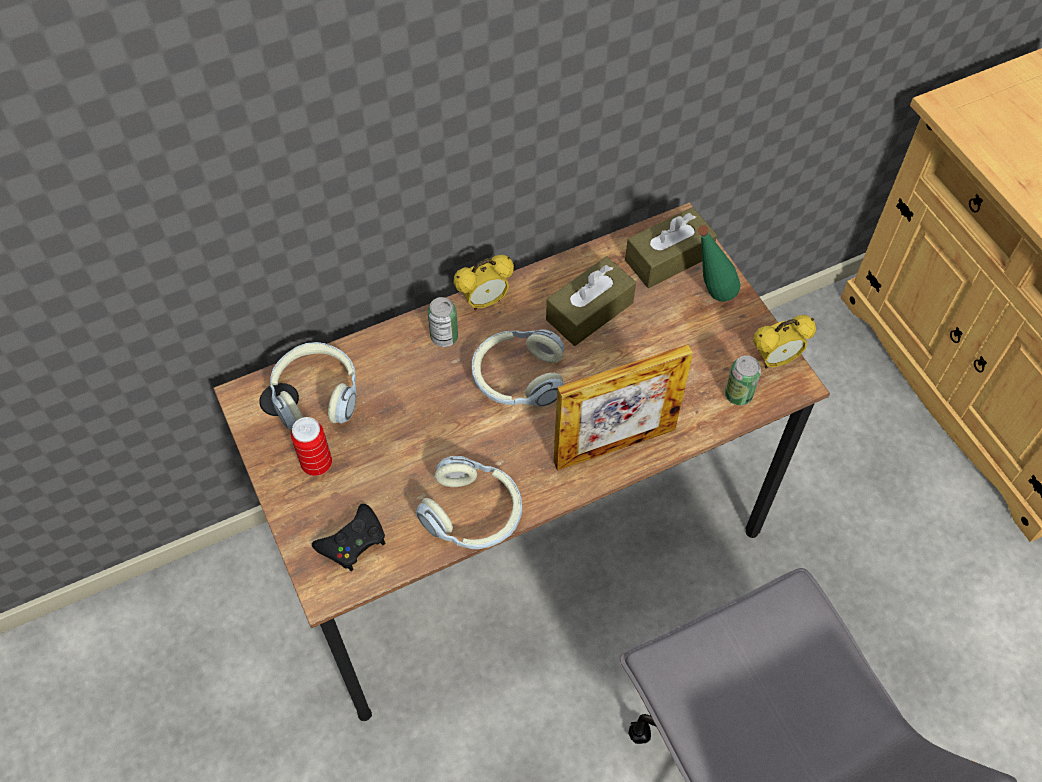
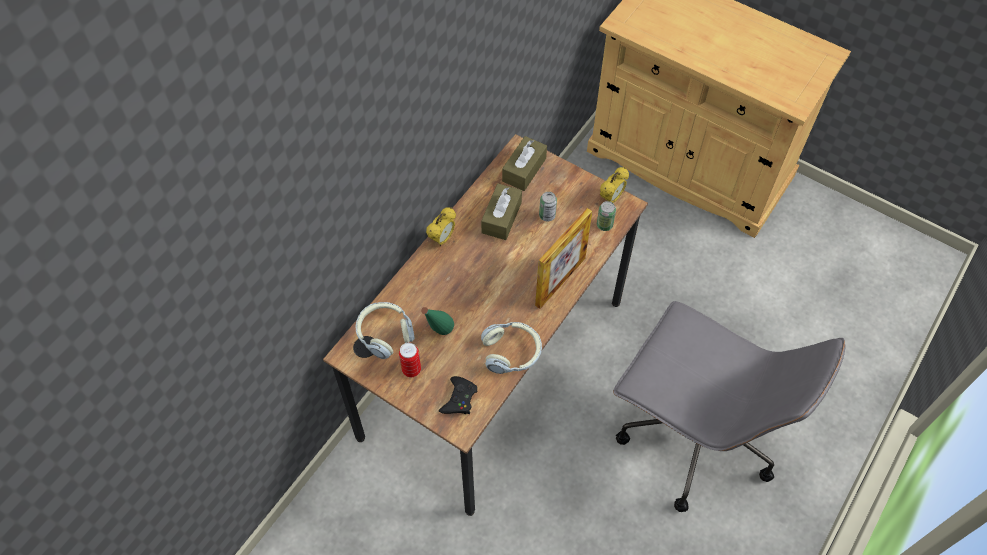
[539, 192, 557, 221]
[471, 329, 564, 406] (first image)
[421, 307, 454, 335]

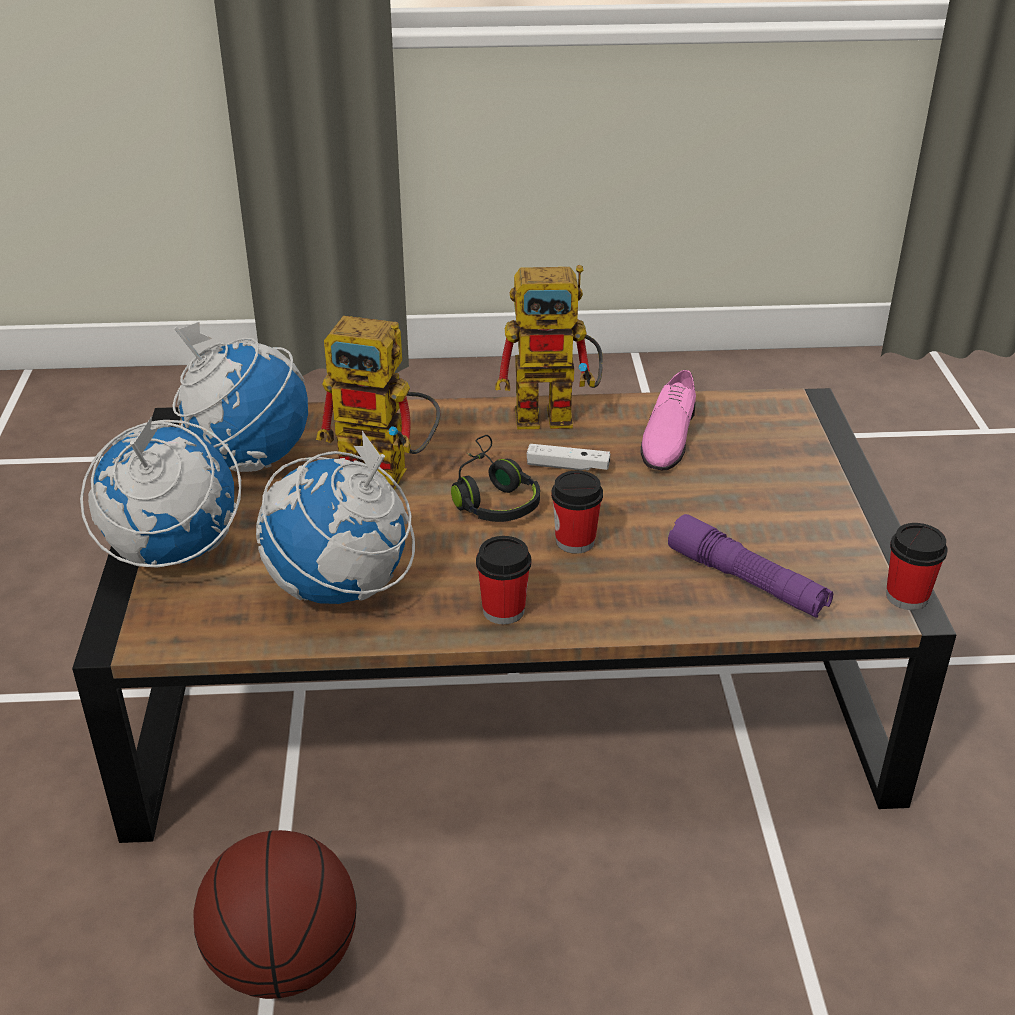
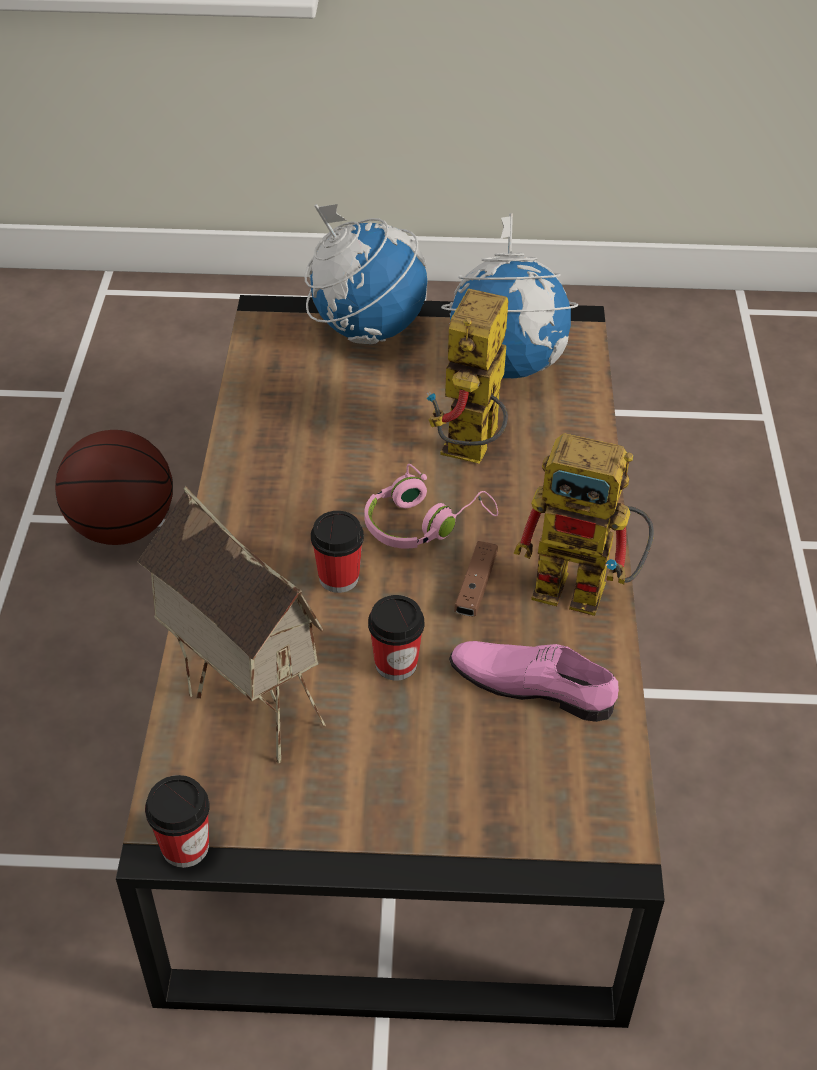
[256, 431, 415, 604] (first image)
[364, 464, 498, 549]
[368, 595, 424, 680]
[513, 433, 654, 616]
[454, 541, 498, 616]
[137, 486, 326, 764]

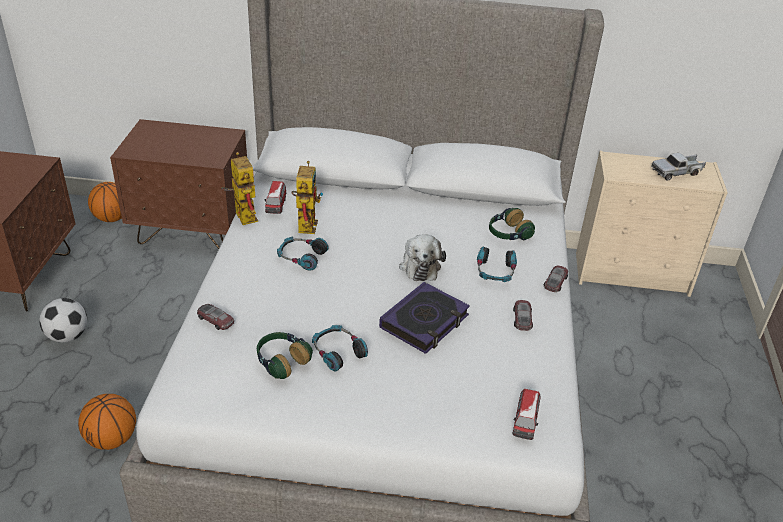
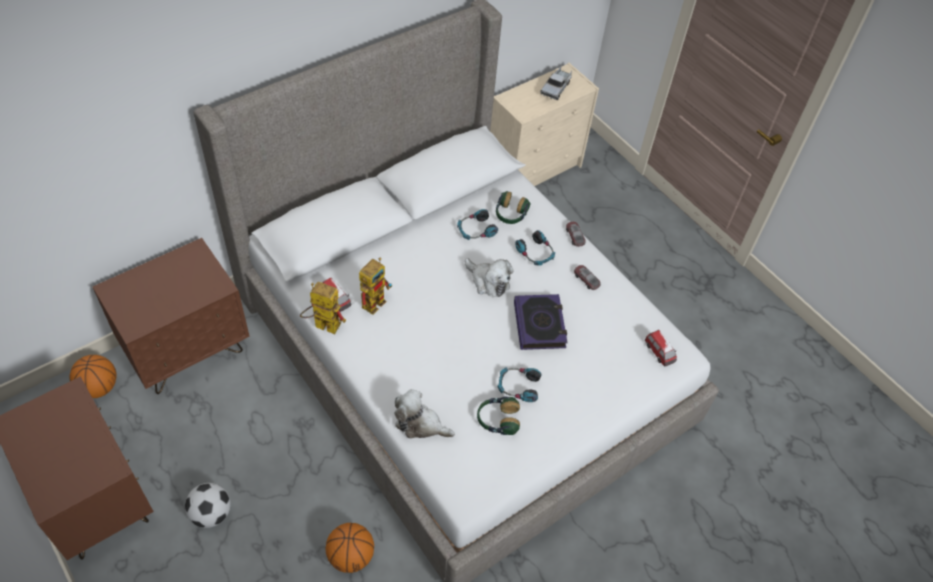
[394, 389, 455, 439]
[457, 209, 498, 240]
[359, 258, 393, 315]

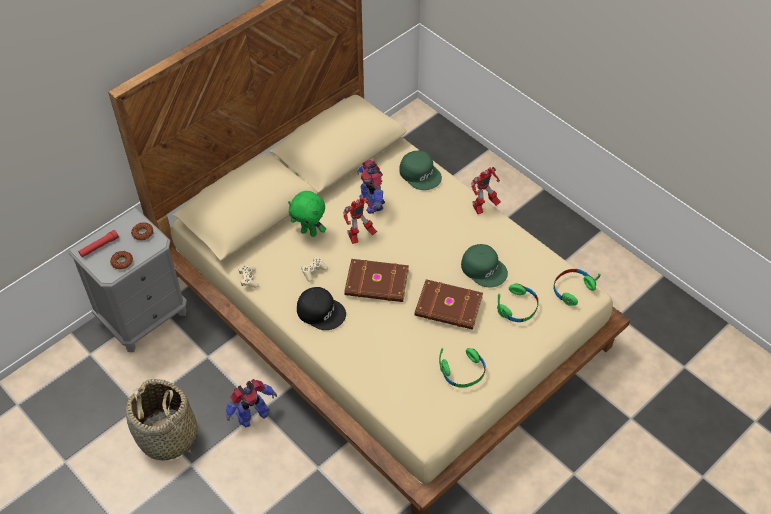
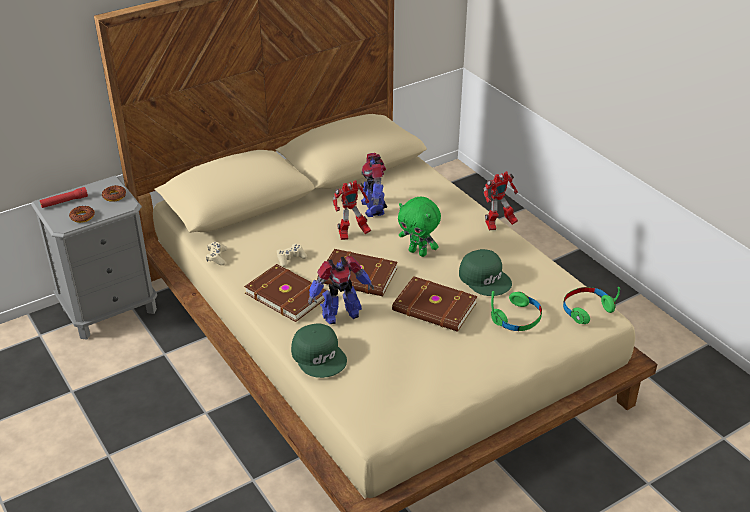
[126, 379, 198, 461] (first image)
[308, 256, 374, 324]
[398, 197, 441, 257]
[244, 264, 326, 322]
[291, 323, 347, 378]
[439, 348, 486, 388] (first image)

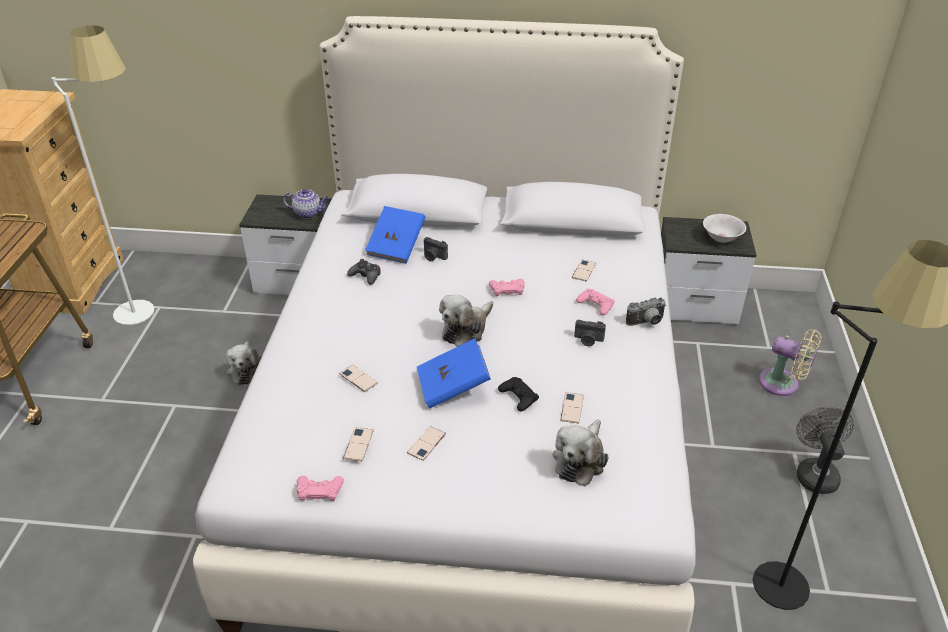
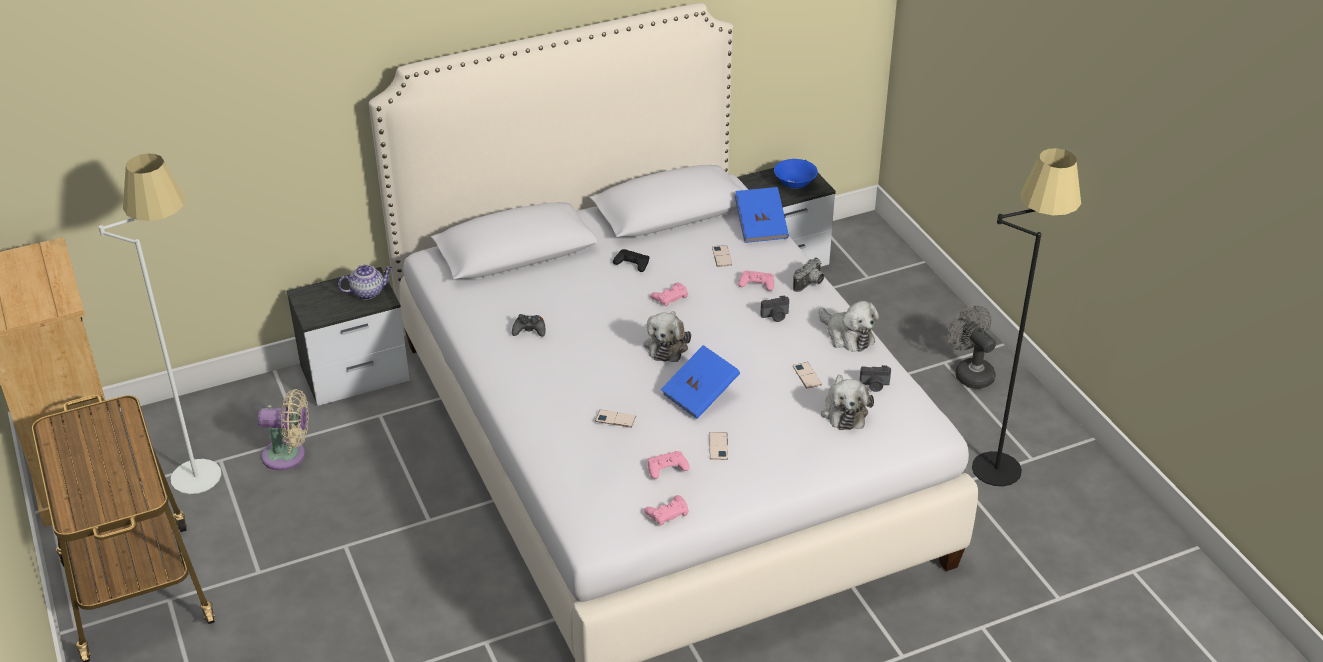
[819, 301, 879, 352]
[648, 451, 690, 479]
[734, 187, 789, 243]
[859, 365, 891, 392]
[613, 249, 650, 272]
[774, 159, 818, 189]
[258, 389, 309, 470]

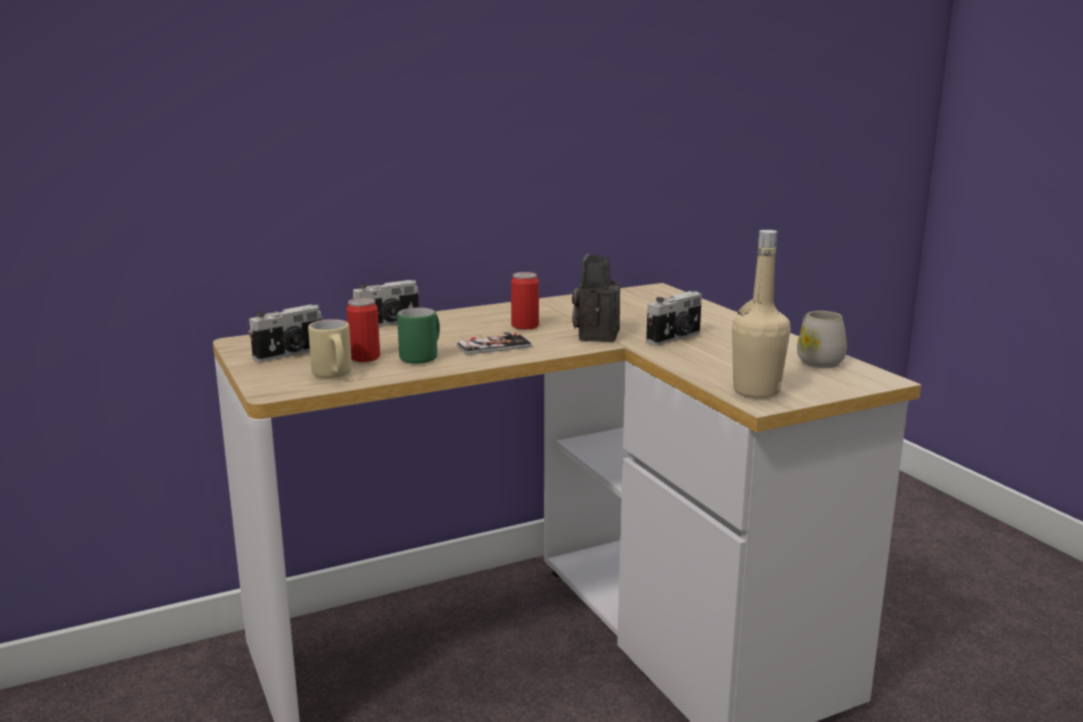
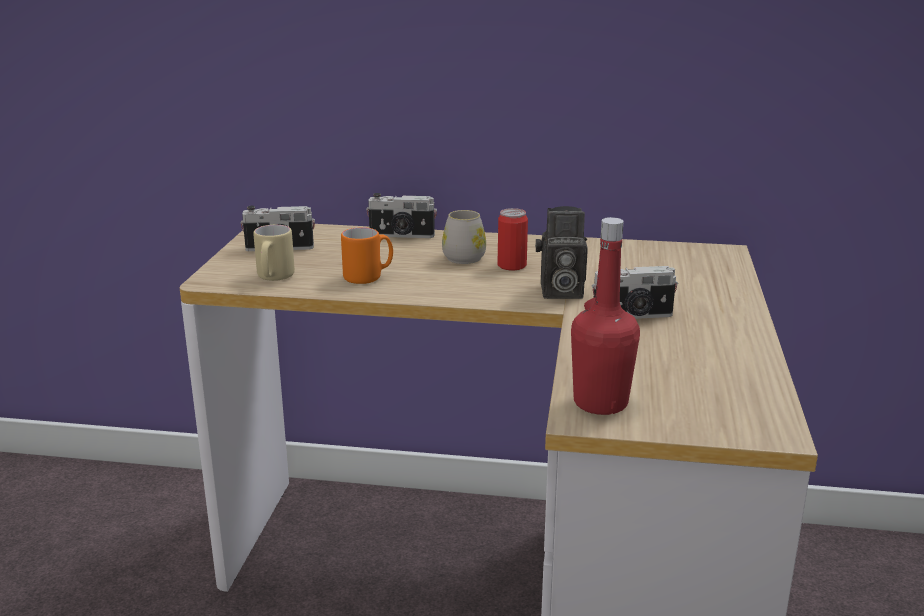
[347, 298, 380, 362] (first image)
[341, 227, 393, 284]
[457, 332, 532, 354] (first image)
[535, 206, 588, 299]
[571, 217, 640, 415]
[442, 210, 486, 264]

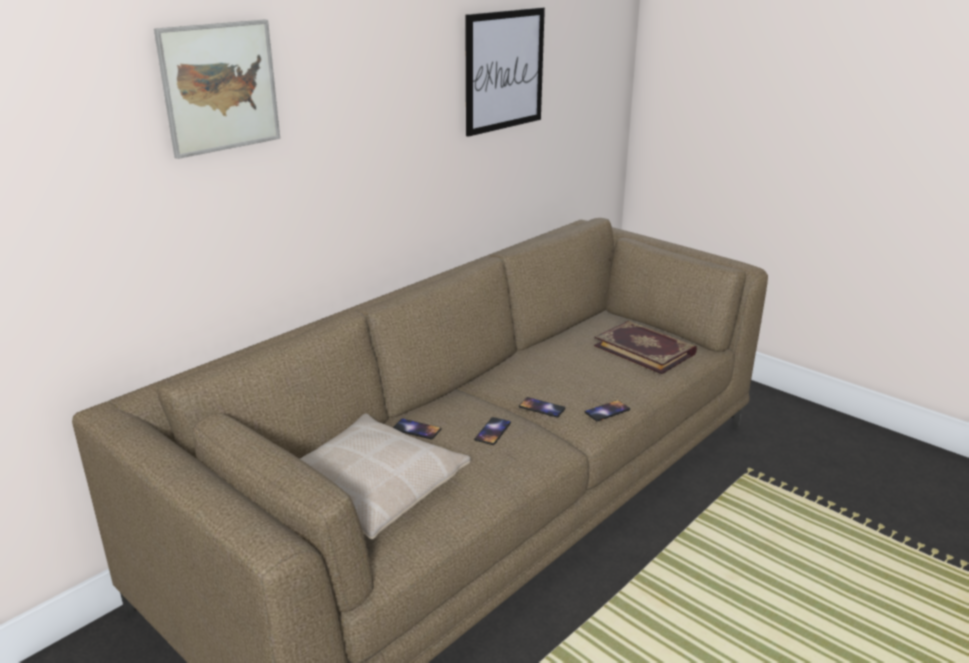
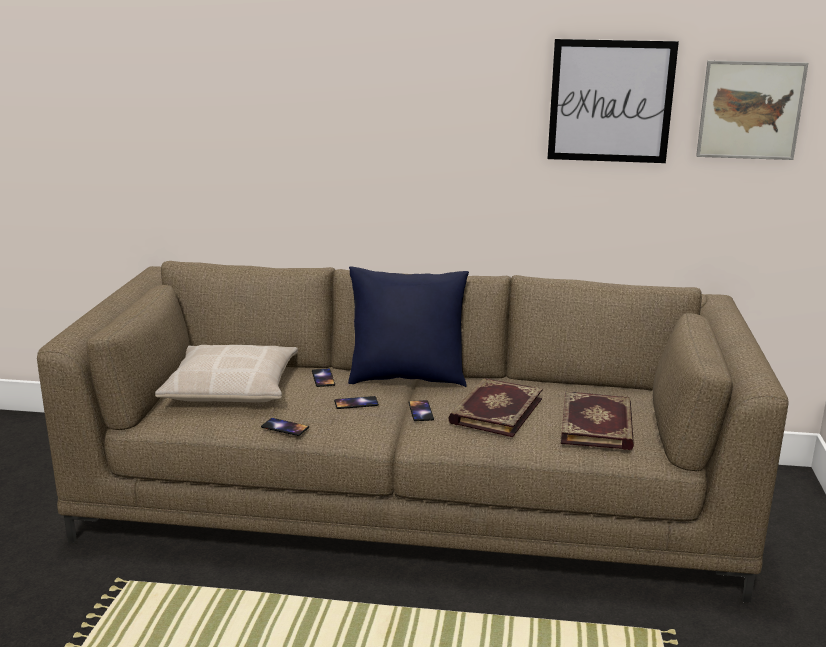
[696, 61, 808, 160]
[261, 418, 309, 436]
[348, 267, 469, 387]
[448, 378, 543, 437]

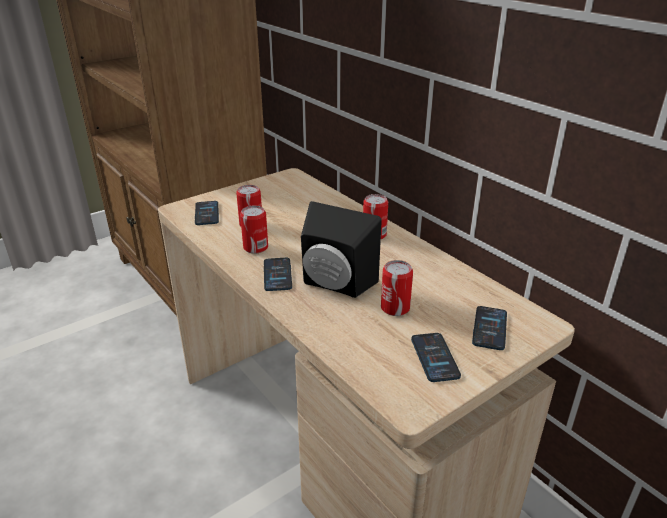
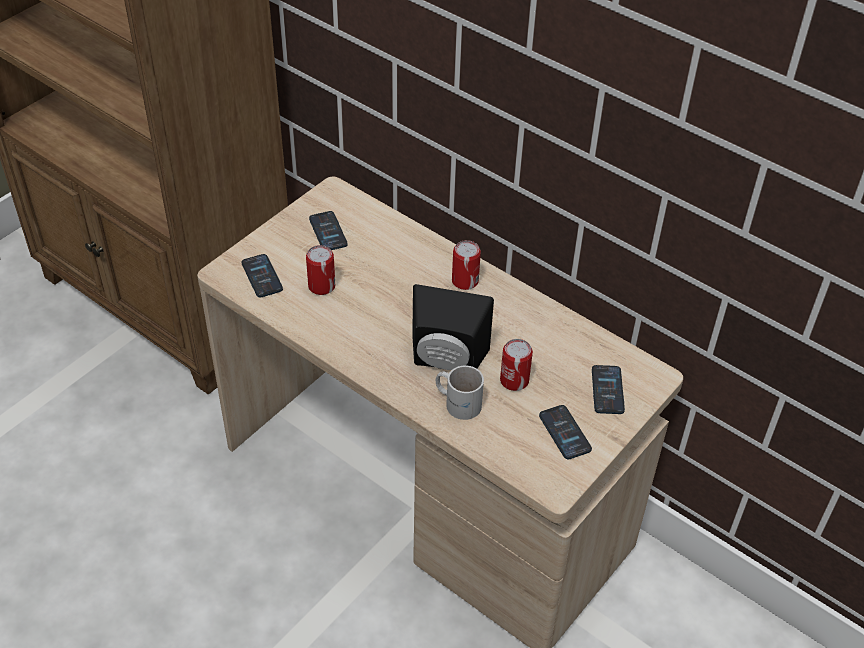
[240, 206, 268, 254] (first image)
[309, 211, 348, 250]
[436, 365, 484, 420]

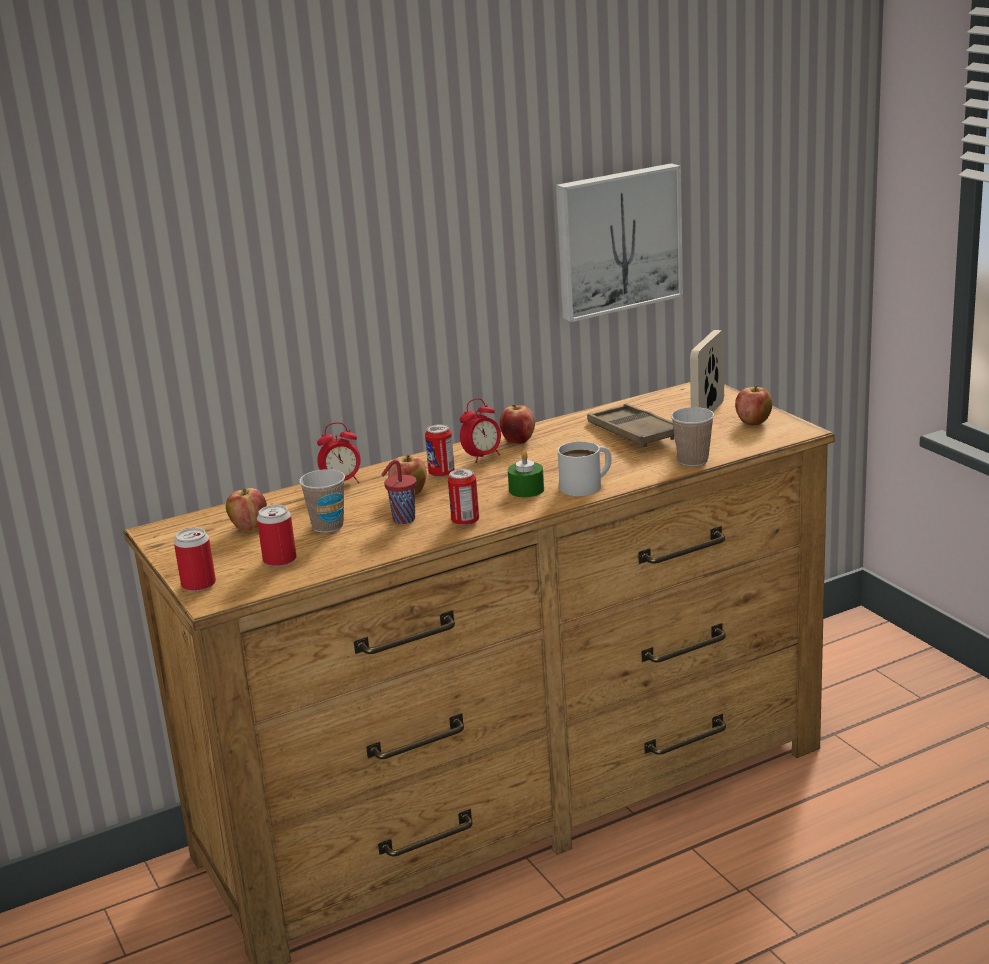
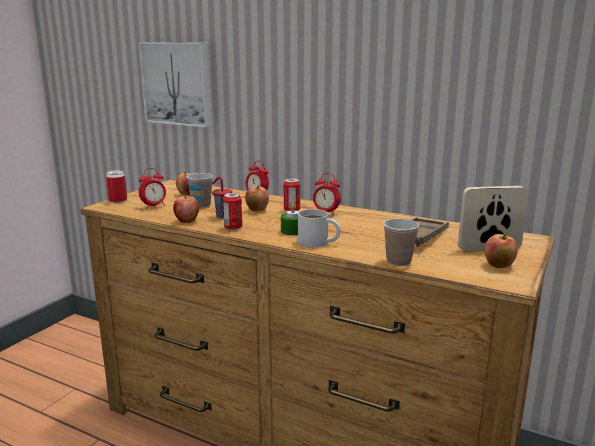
[139, 168, 166, 209]
[173, 194, 199, 223]
[139, 42, 212, 128]

